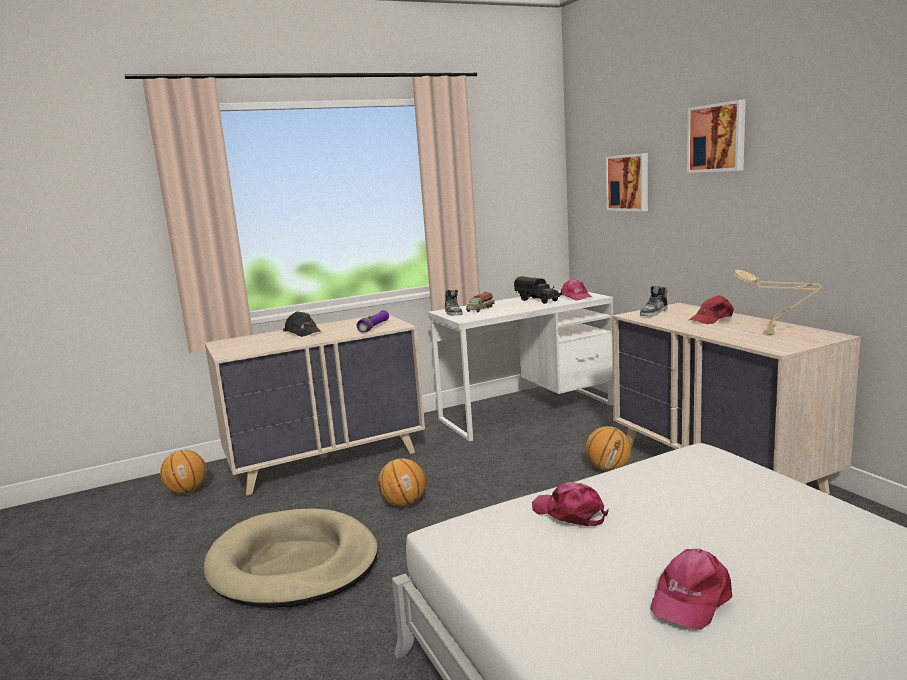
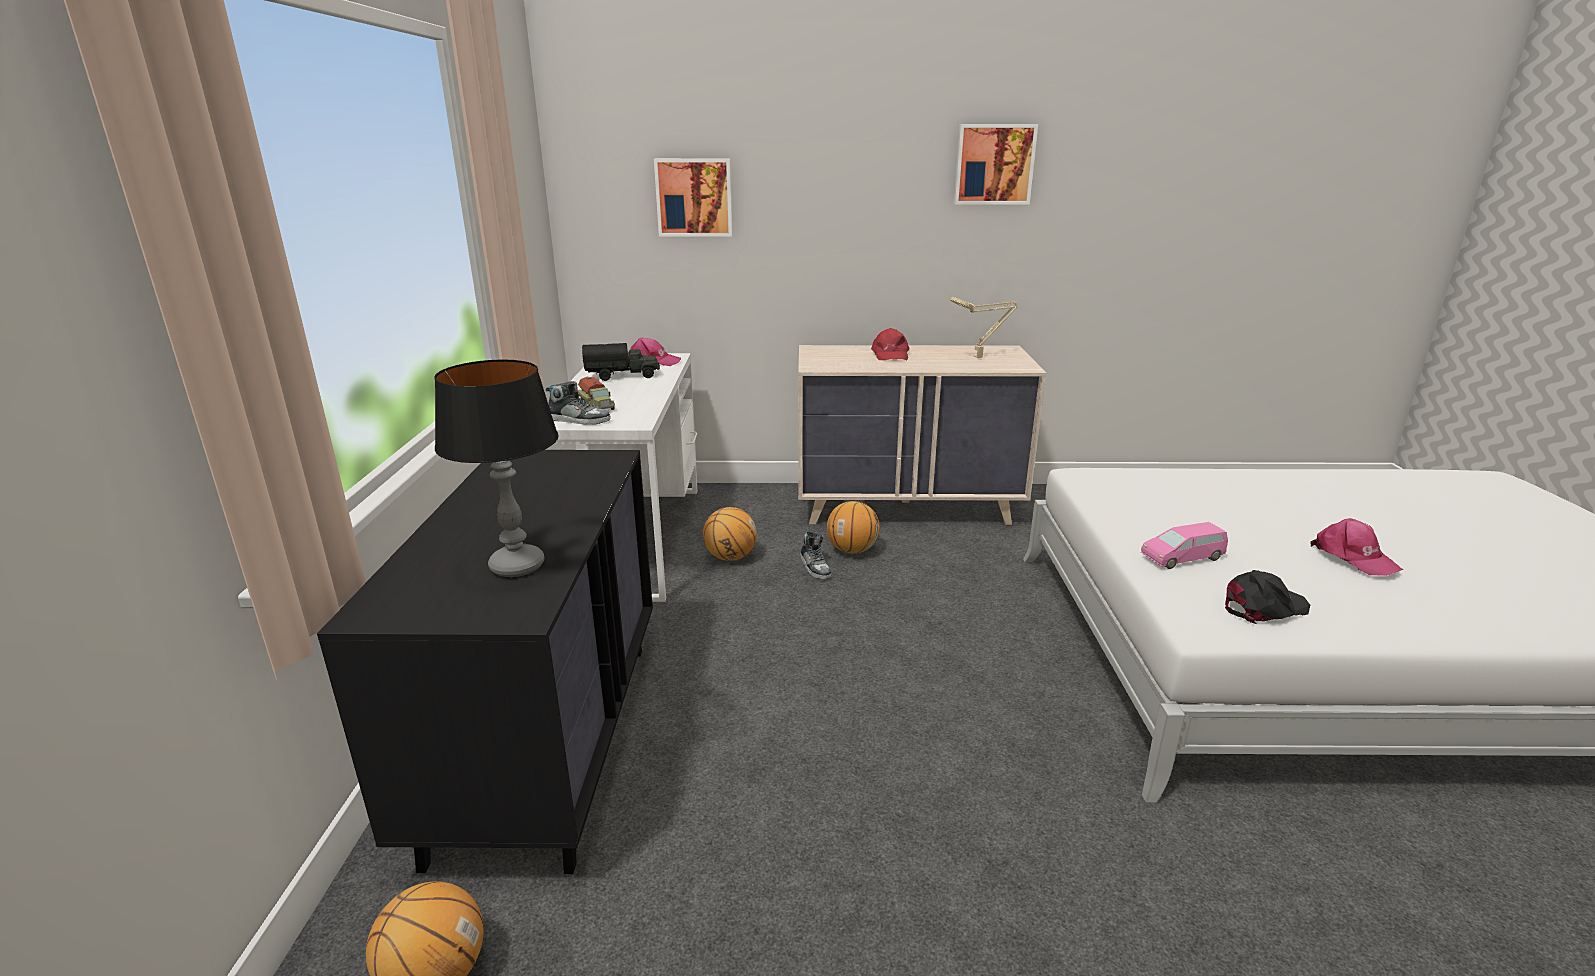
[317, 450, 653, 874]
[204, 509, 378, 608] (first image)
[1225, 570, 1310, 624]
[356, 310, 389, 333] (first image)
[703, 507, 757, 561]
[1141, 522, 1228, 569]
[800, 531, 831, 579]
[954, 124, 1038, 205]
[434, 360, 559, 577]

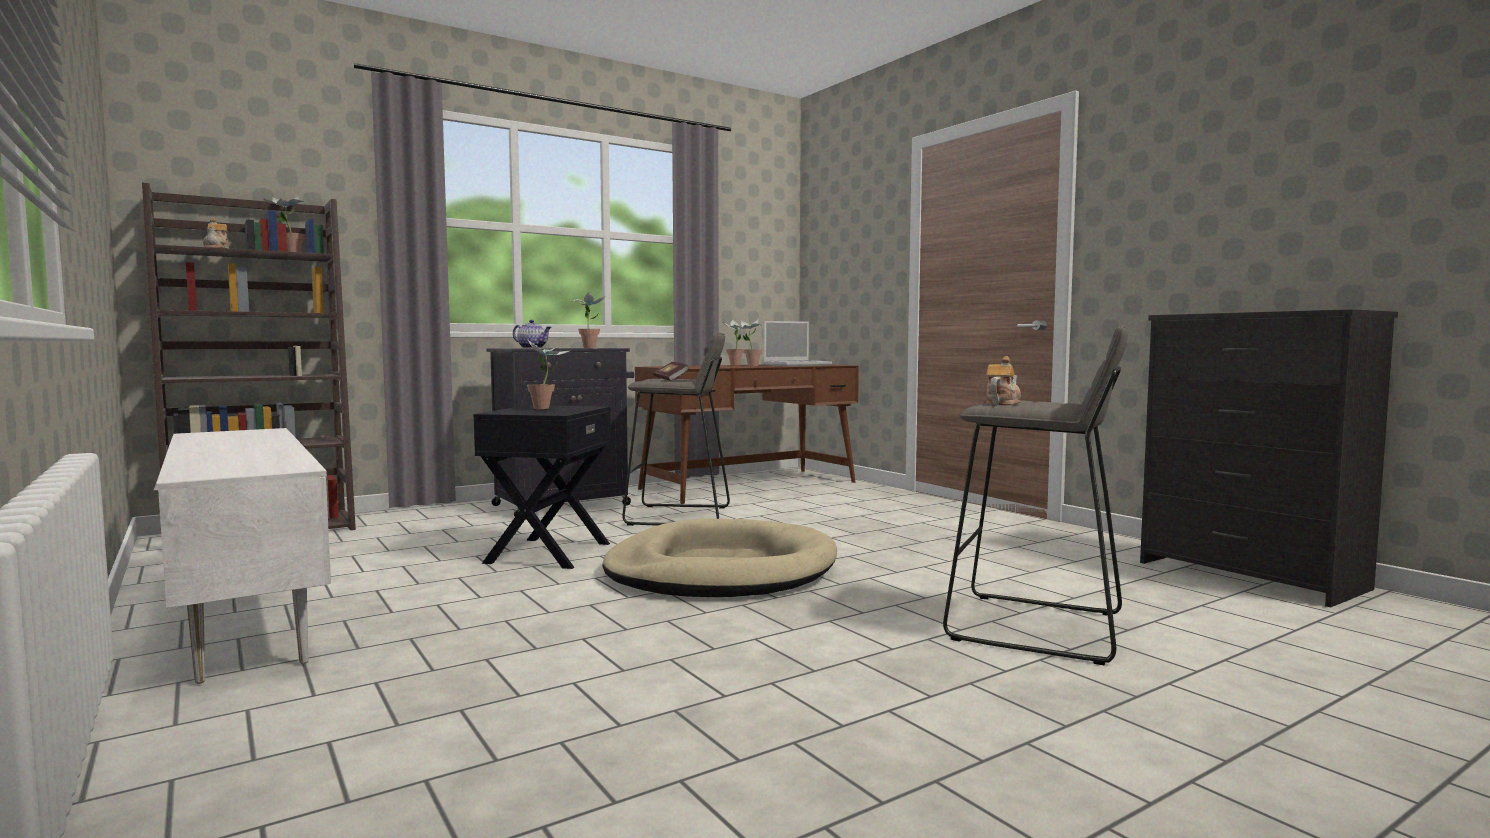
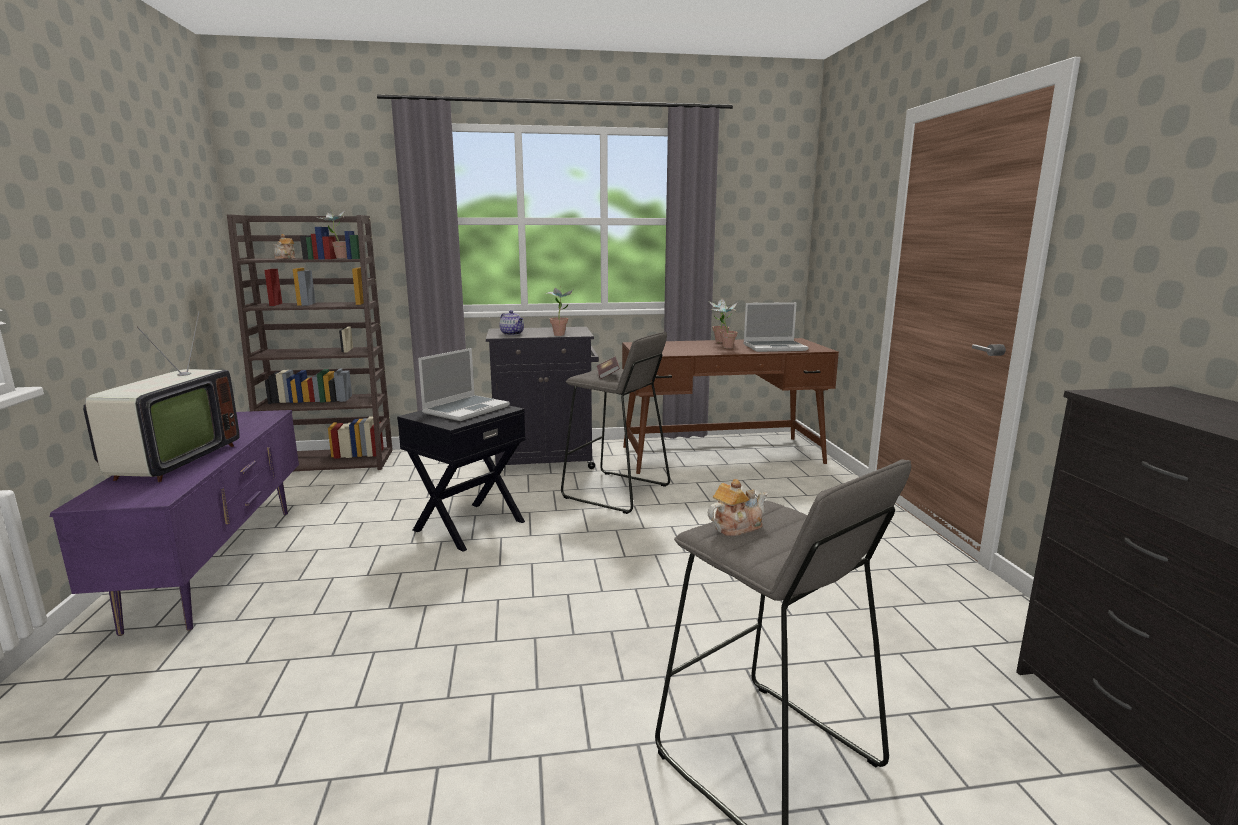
[50, 410, 299, 636]
[418, 348, 510, 421]
[602, 519, 837, 597] (first image)
[83, 311, 240, 482]

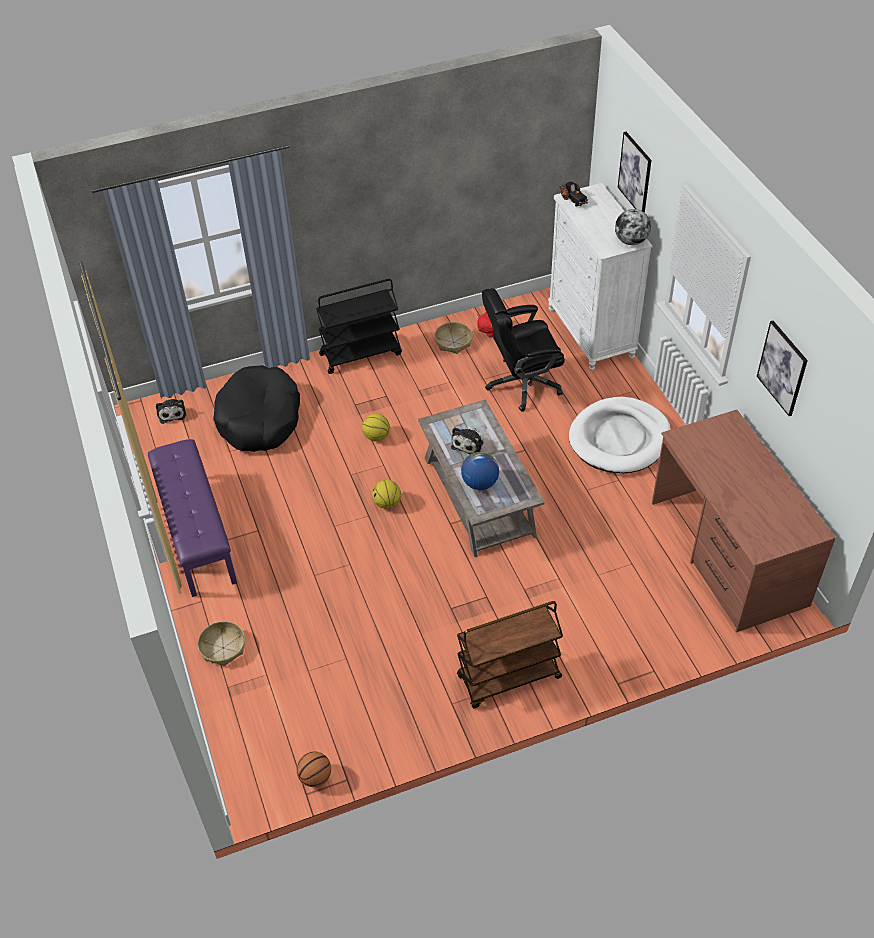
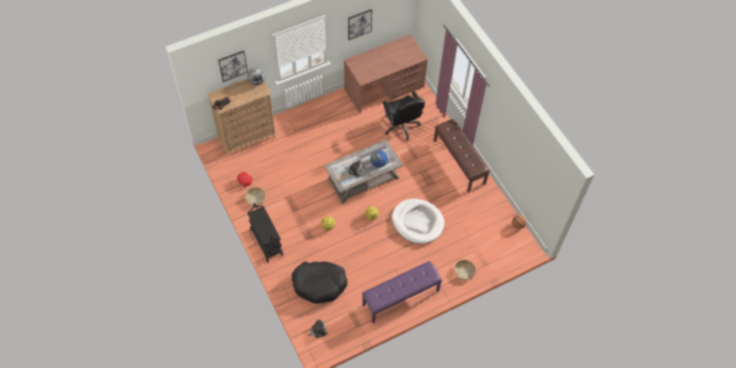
[433, 119, 490, 192]
[383, 91, 425, 140]
[207, 79, 276, 156]
[392, 199, 444, 244]

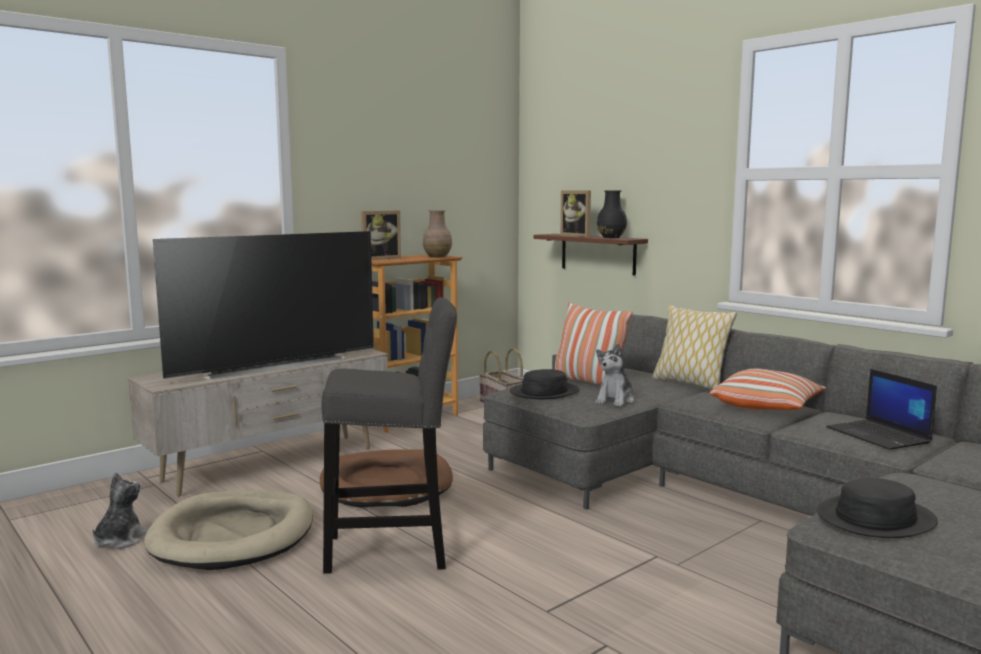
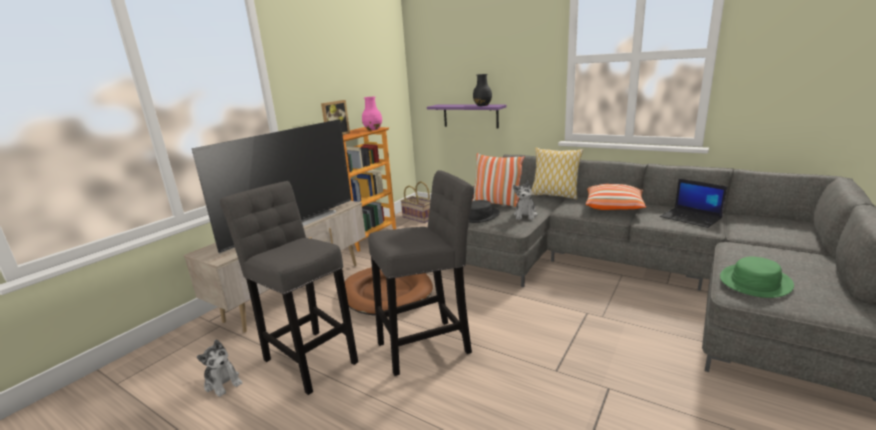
[197, 339, 242, 397]
[220, 181, 358, 395]
[362, 97, 382, 130]
[427, 105, 507, 128]
[560, 191, 591, 237] (first image)
[720, 257, 794, 298]

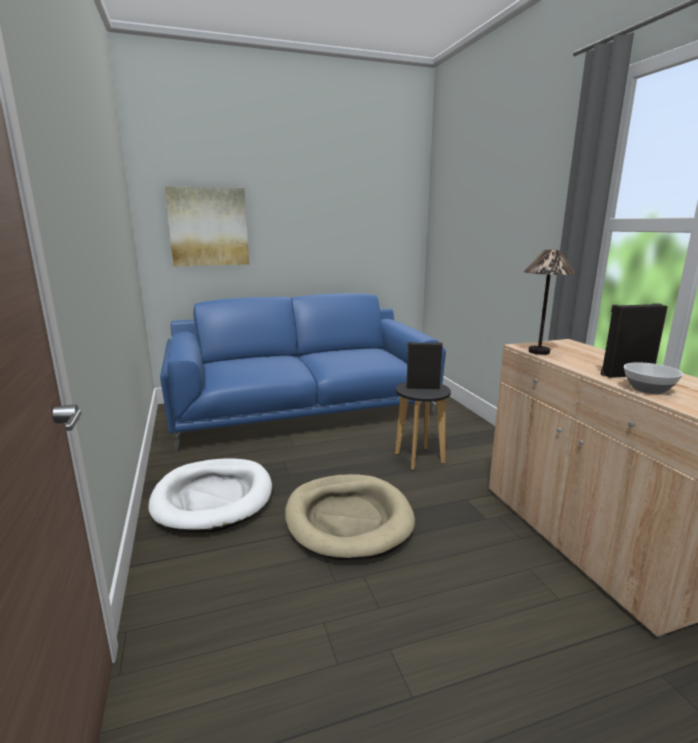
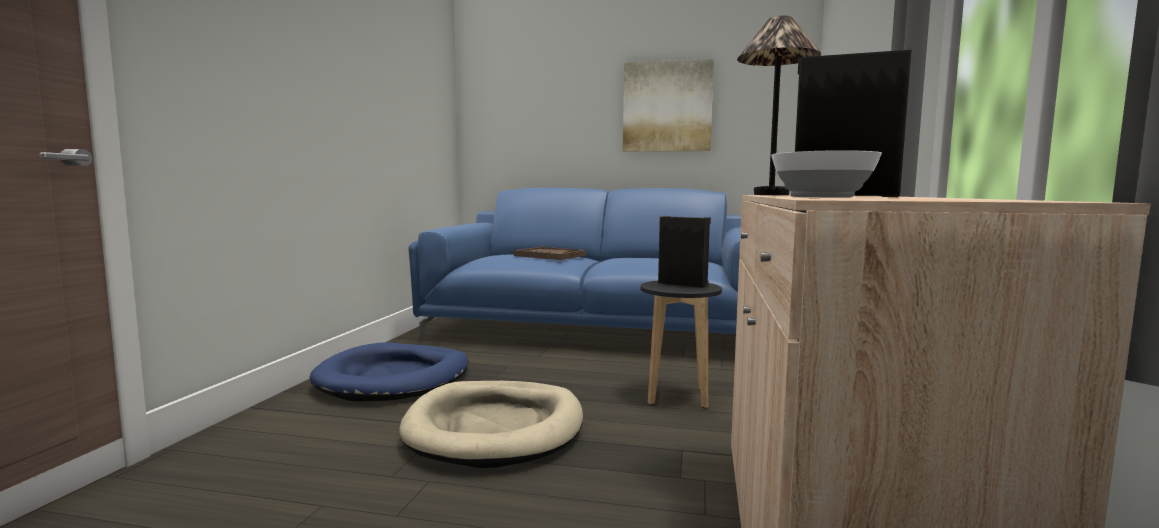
[310, 342, 469, 402]
[623, 59, 714, 152]
[514, 247, 586, 260]

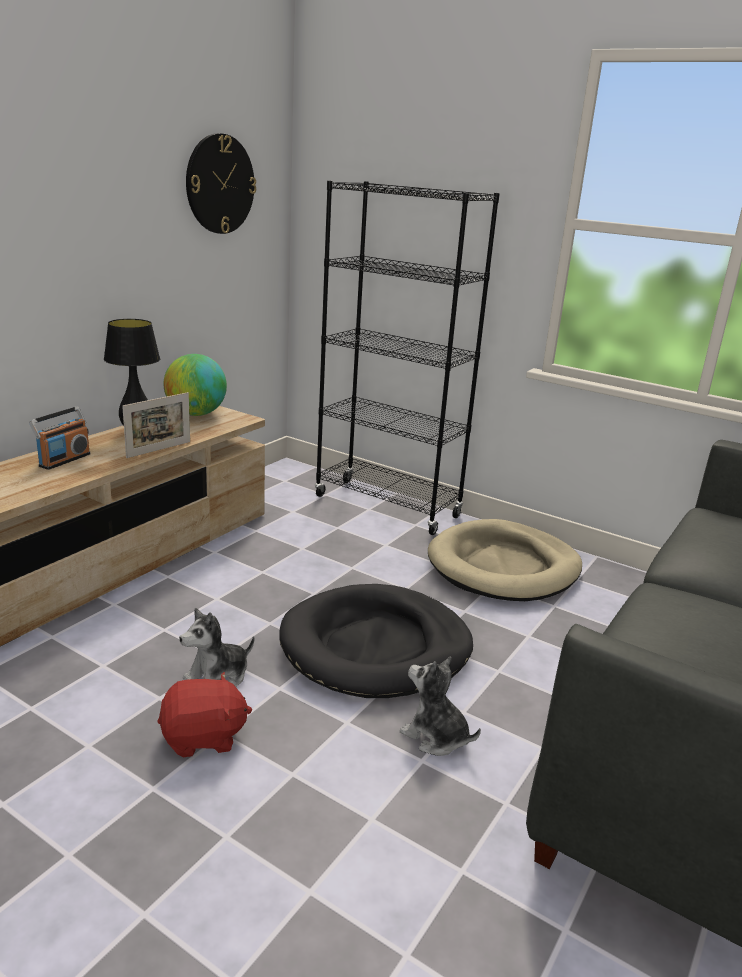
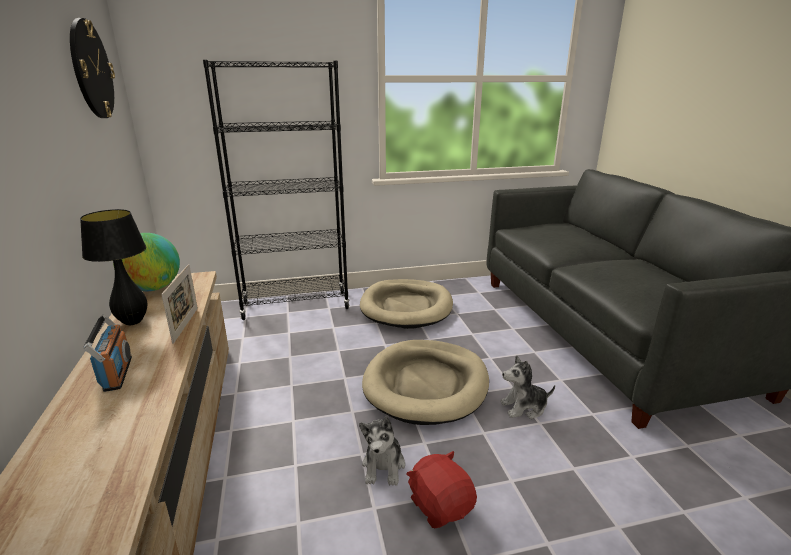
[407, 451, 477, 528]
[362, 340, 489, 425]

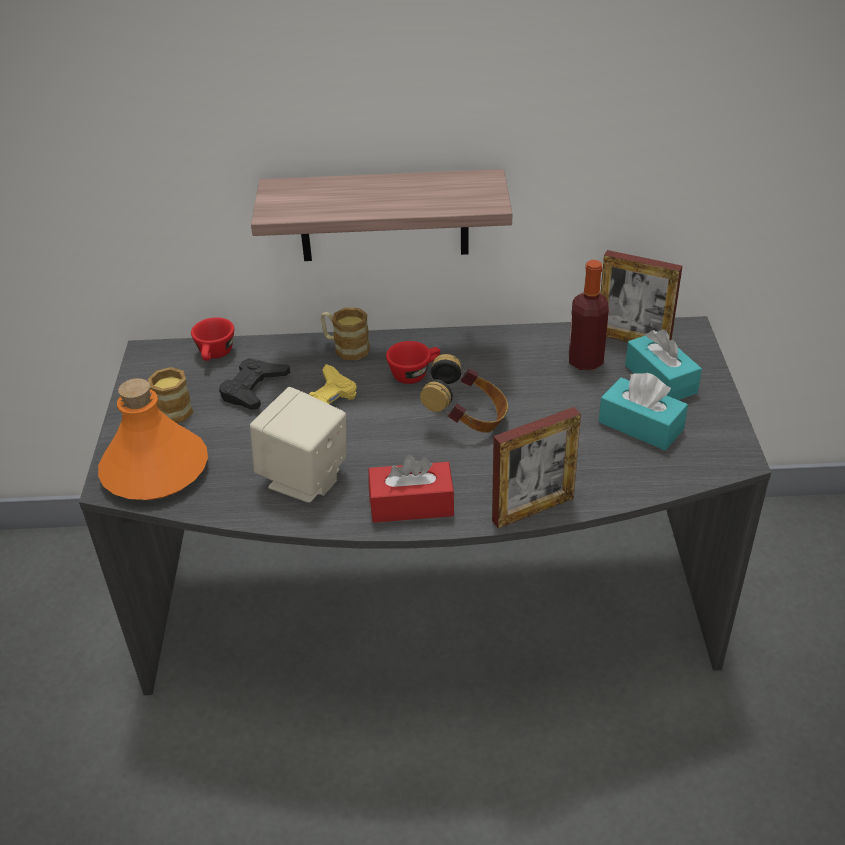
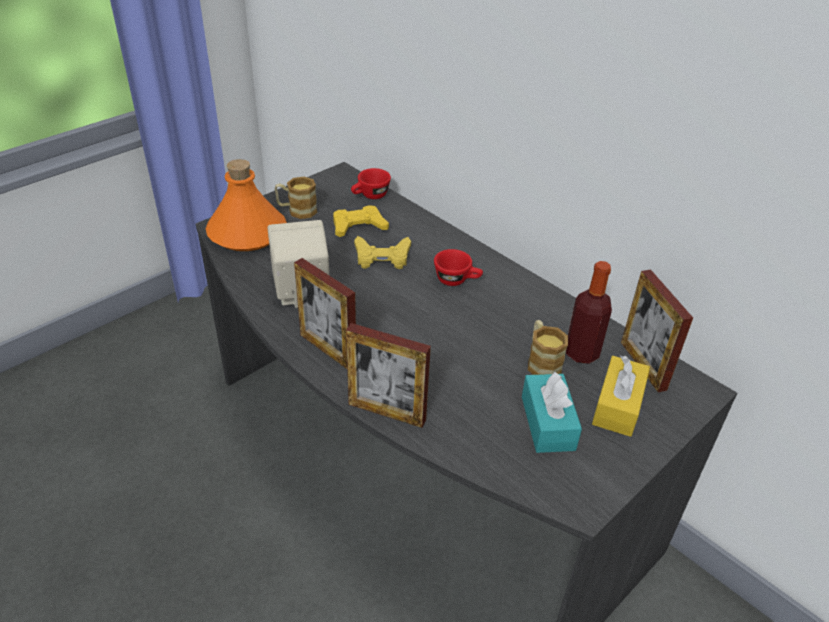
[333, 205, 389, 237]
[251, 169, 512, 261] (first image)
[528, 320, 568, 375]
[294, 258, 356, 369]
[420, 354, 508, 433] (first image)
[592, 356, 650, 437]

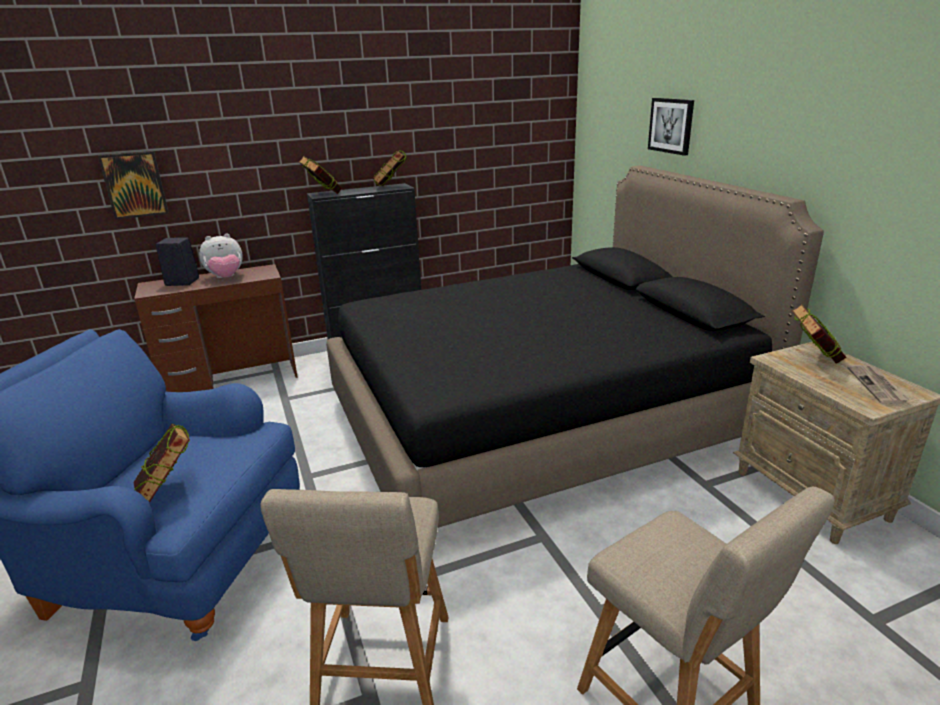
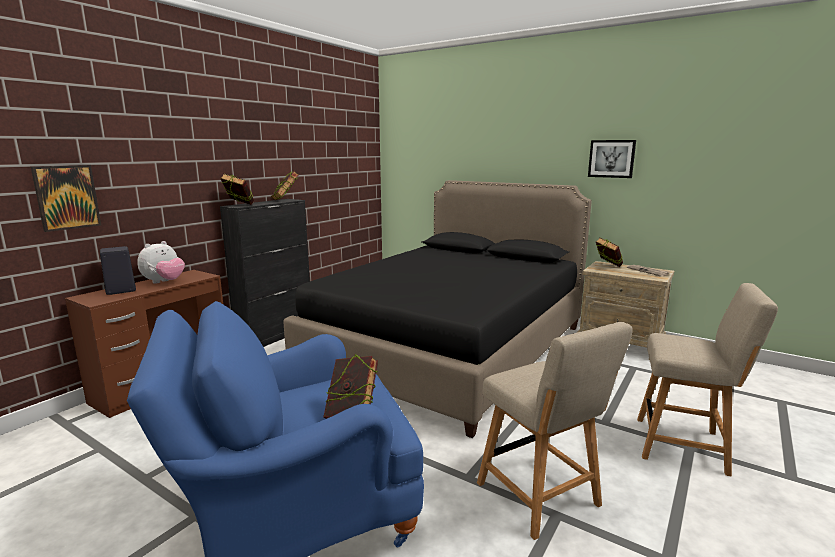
[588, 140, 636, 178]

